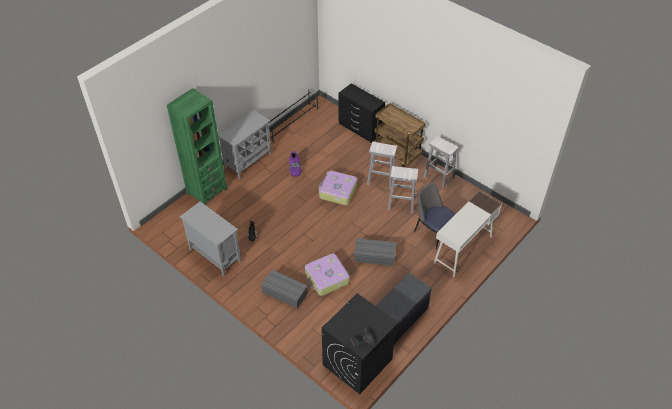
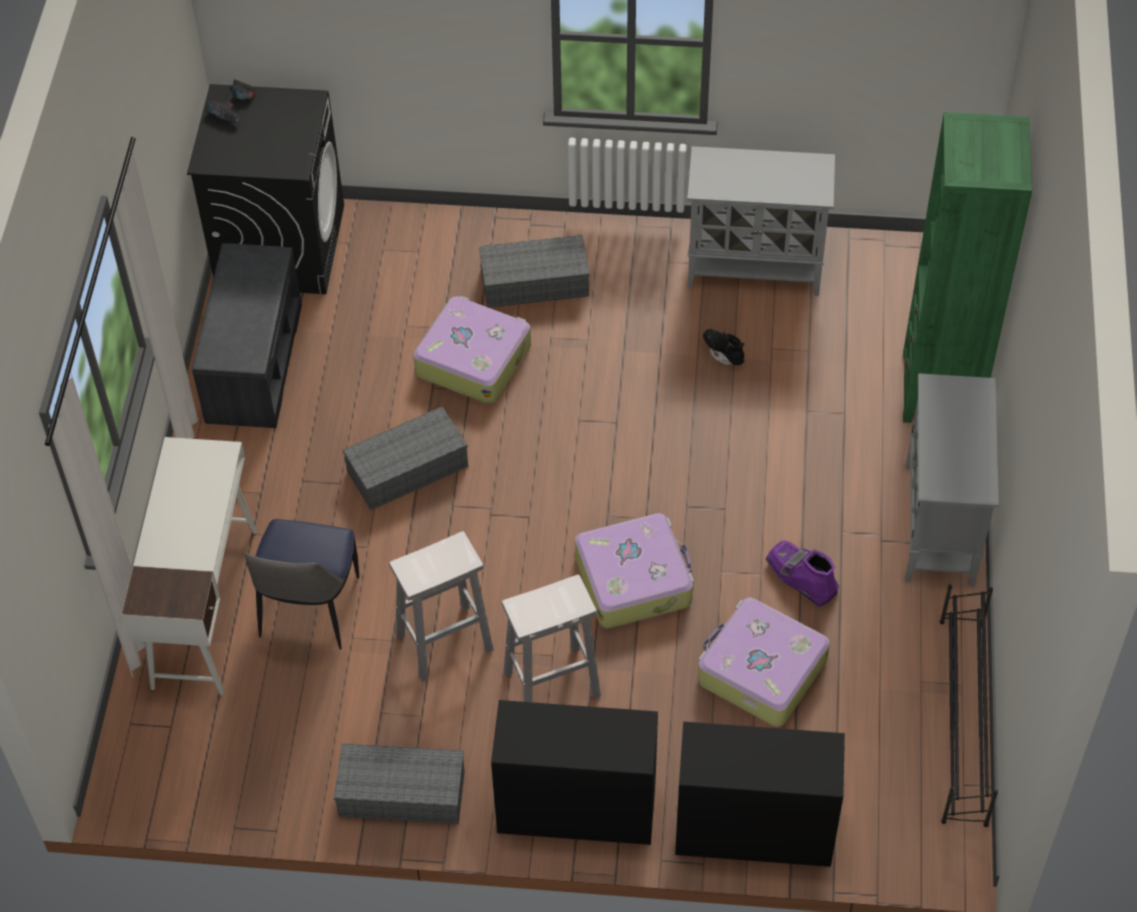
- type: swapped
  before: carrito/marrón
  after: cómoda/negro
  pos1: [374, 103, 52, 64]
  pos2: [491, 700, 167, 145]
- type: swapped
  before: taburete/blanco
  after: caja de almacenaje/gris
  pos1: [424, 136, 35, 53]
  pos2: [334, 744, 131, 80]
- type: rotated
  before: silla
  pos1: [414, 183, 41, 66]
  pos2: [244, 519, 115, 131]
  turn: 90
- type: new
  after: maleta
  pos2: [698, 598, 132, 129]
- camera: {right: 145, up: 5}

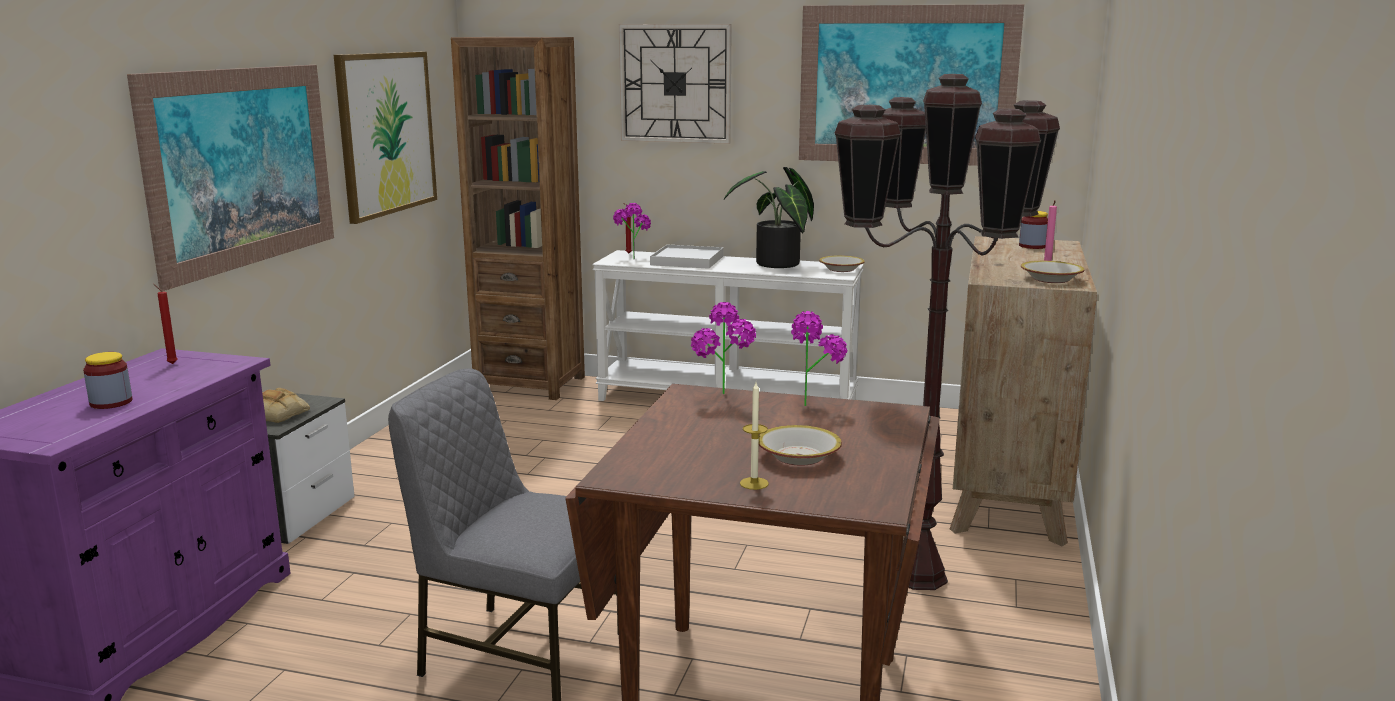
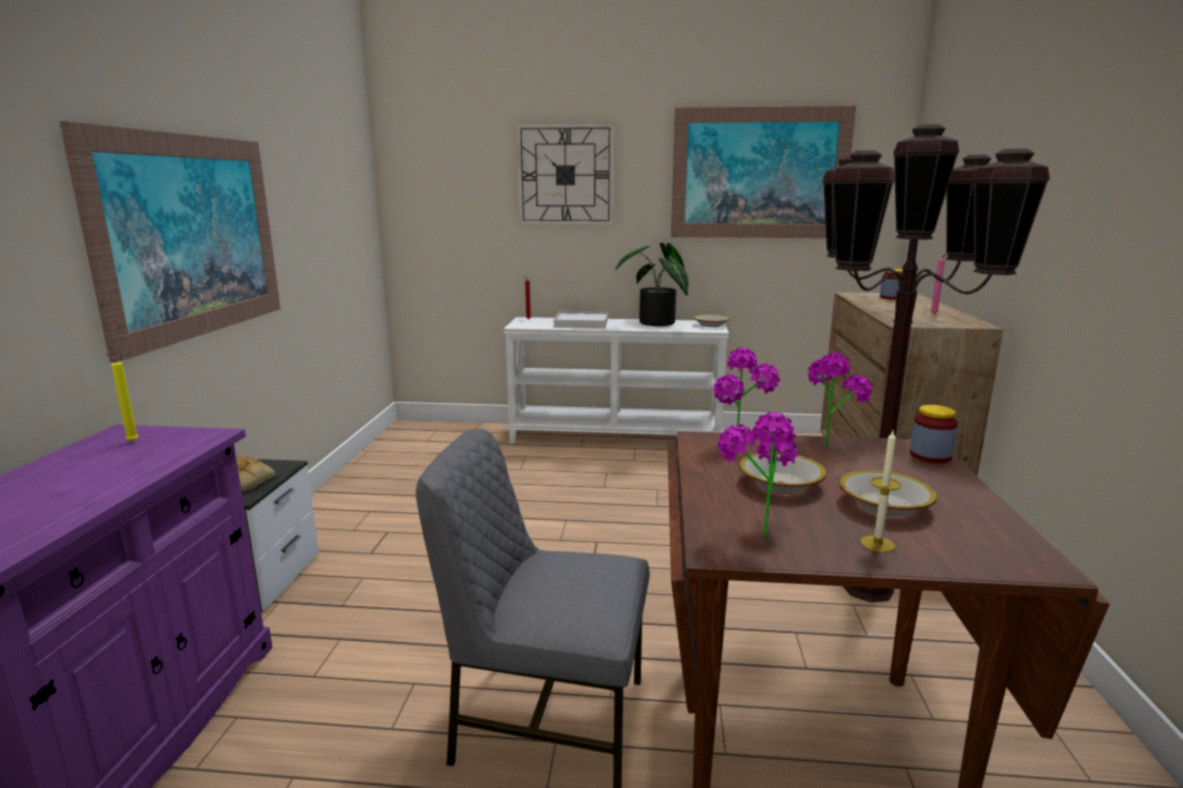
- type: gone
  before: estantería/marrón
  pos1: [451, 37, 134, 363]
- type: gone
  before: cuadro
  pos1: [334, 52, 103, 172]
- type: shifted
  before: planta en maceta
  pos1: [613, 203, 38, 57]
  pos2: [718, 412, 80, 124]
- type: shifted
  before: cuenco
  pos1: [1021, 261, 63, 22]
  pos2: [739, 452, 87, 42]
- type: repainted
  before: vela/rojo
  after: vela/amarillo
  pos1: [154, 284, 24, 80]
  pos2: [106, 354, 33, 88]
- type: shifted
  before: tarro
  pos1: [83, 352, 49, 57]
  pos2: [910, 405, 48, 58]
- camera: {right: -10, up: 0}

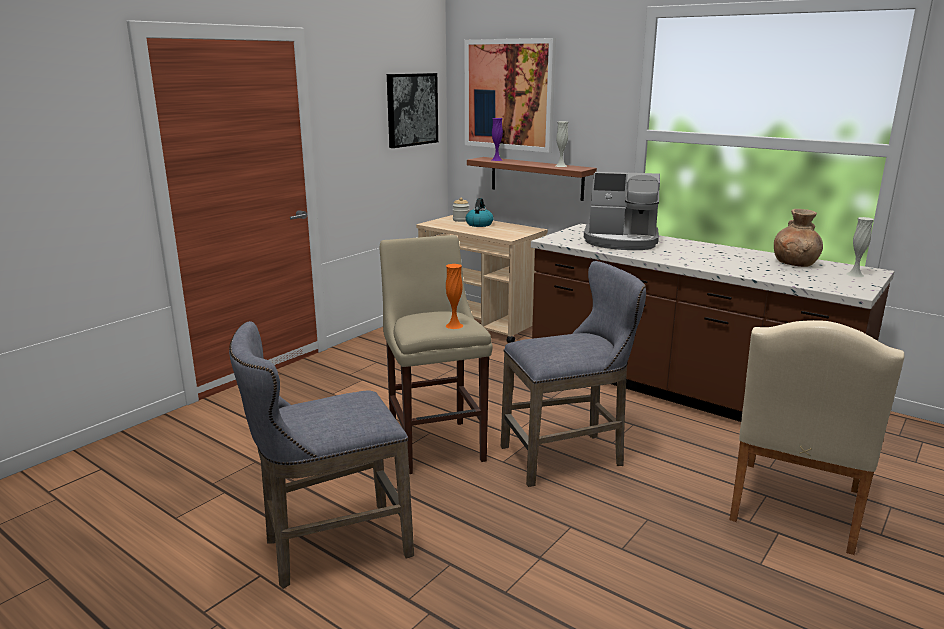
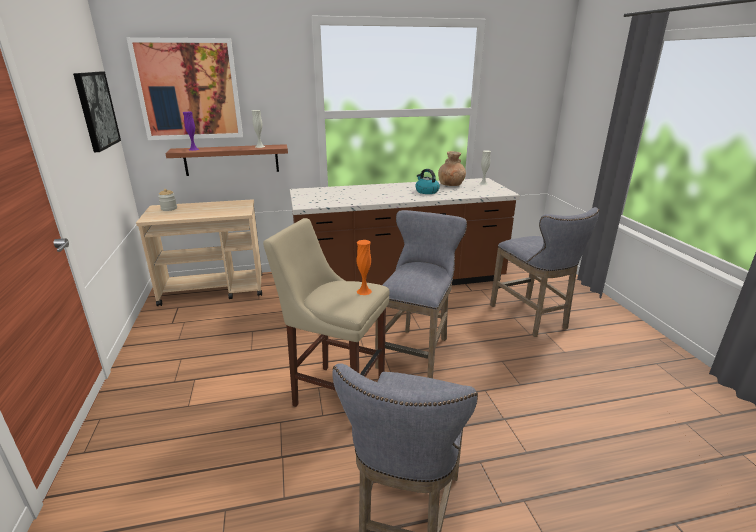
- type: gone
  before: cafetera
  pos1: [584, 172, 76, 78]
- type: shifted
  before: hervidor
  pos1: [466, 198, 27, 29]
  pos2: [415, 169, 25, 25]
- type: swapped
  before: silla/beis
  after: taburete/gris
  pos1: [730, 320, 175, 235]
  pos2: [490, 207, 109, 130]
- camera: {right: -50, up: 5}

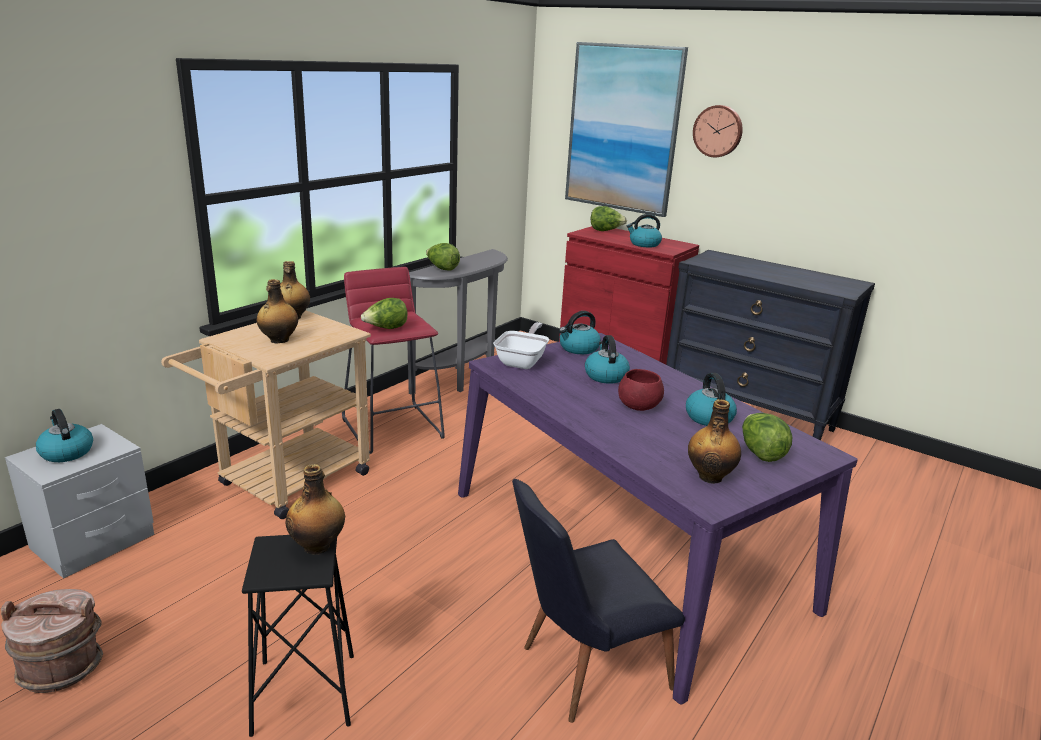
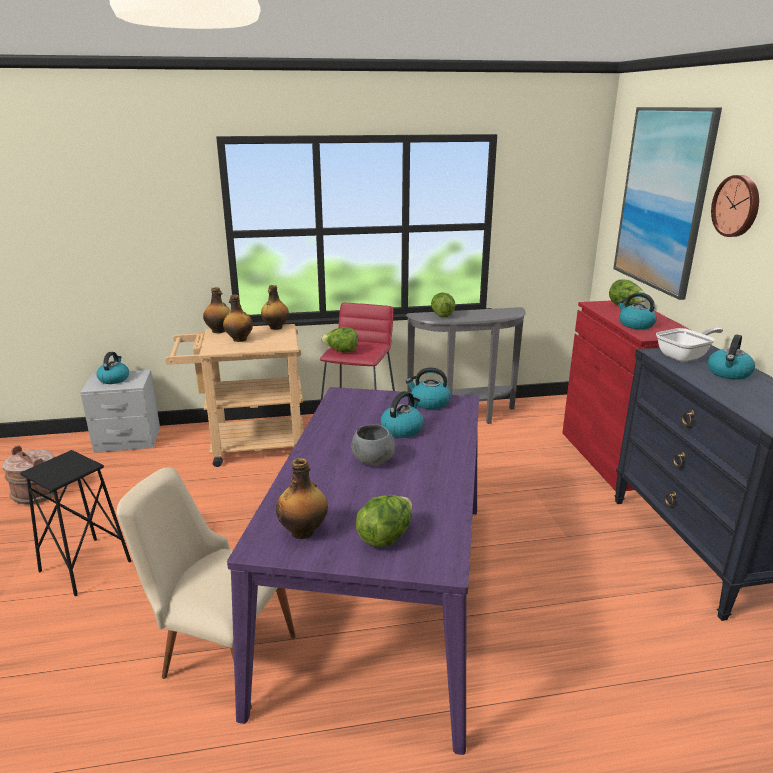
- type: shifted
  before: sartén
  pos1: [493, 322, 56, 47]
  pos2: [656, 327, 67, 35]
- type: repainted
  before: cuenco/rojo
  after: cuenco/gris
  pos1: [618, 369, 46, 42]
  pos2: [351, 424, 44, 41]
- type: shifted
  before: hervidor
  pos1: [686, 373, 51, 53]
  pos2: [708, 334, 47, 46]
- type: shifted
  before: botella
  pos1: [285, 464, 60, 91]
  pos2: [203, 287, 27, 46]
- type: repainted
  before: silla/negro
  after: silla/beis
  pos1: [512, 479, 173, 244]
  pos2: [116, 467, 180, 243]
- camera: {right: 45, up: 0}

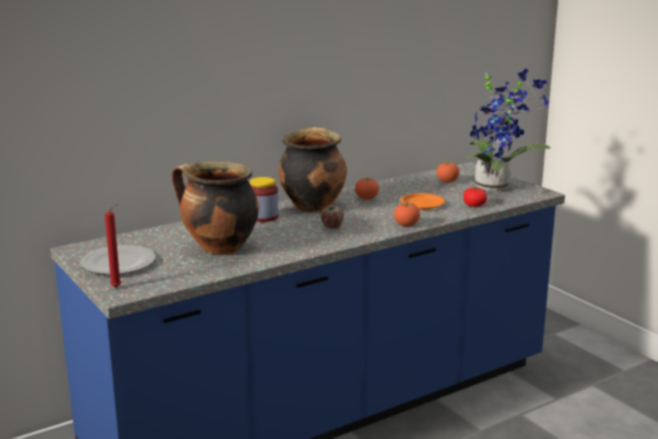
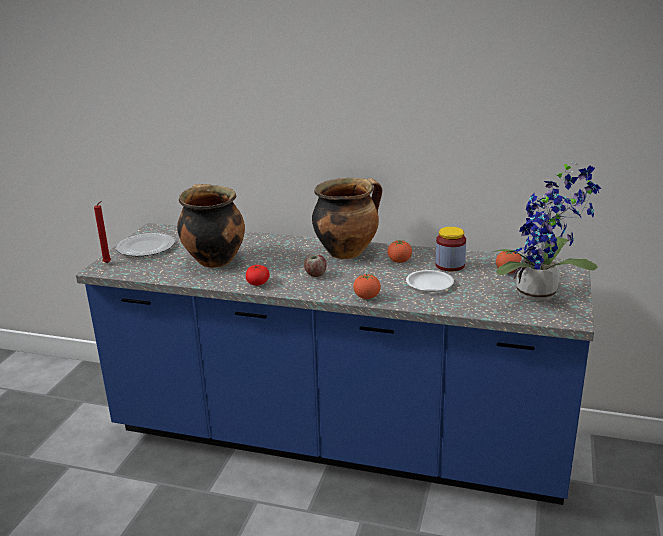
- type: shifted
  before: tarro
  pos1: [250, 177, 28, 45]
  pos2: [436, 227, 30, 44]
- type: shifted
  before: tomate
  pos1: [463, 187, 24, 20]
  pos2: [246, 265, 24, 21]
- type: repainted
  before: plato/naranja
  after: plato/blanco
  pos1: [400, 193, 45, 16]
  pos2: [406, 270, 48, 22]
- camera: {right: 50, up: 5}

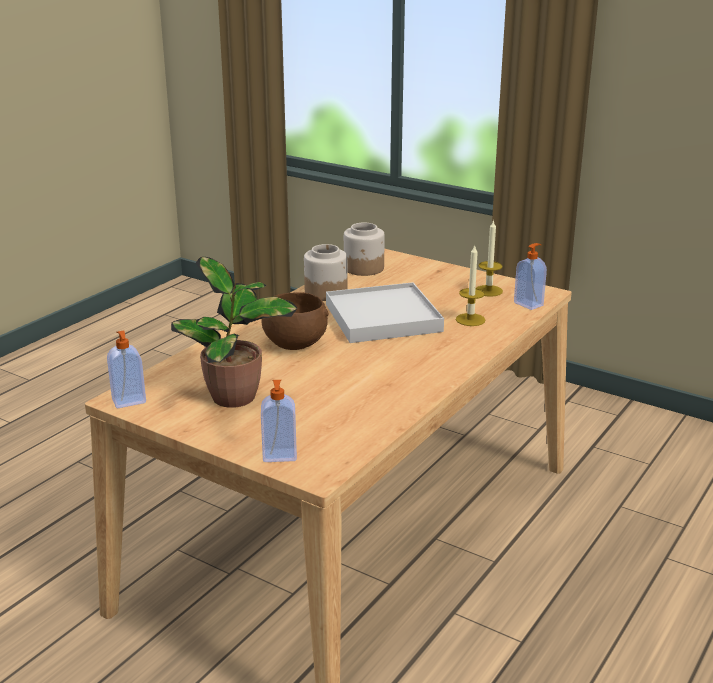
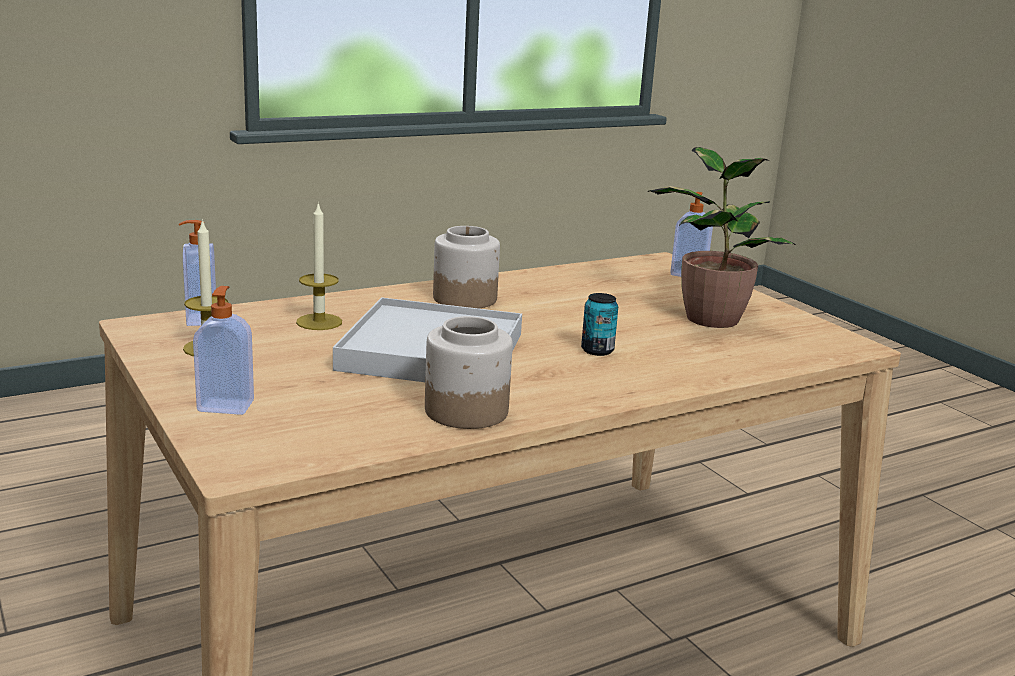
- type: shifted
  before: tarro
  pos1: [344, 223, 41, 53]
  pos2: [433, 226, 67, 83]
- type: swapped
  before: cuenco/marrón
  after: lata
  pos1: [261, 293, 68, 57]
  pos2: [581, 293, 37, 63]
- type: shifted
  before: dispensador de jabón
  pos1: [107, 331, 39, 77]
  pos2: [193, 286, 61, 129]
- camera: {right: -155, up: -5}

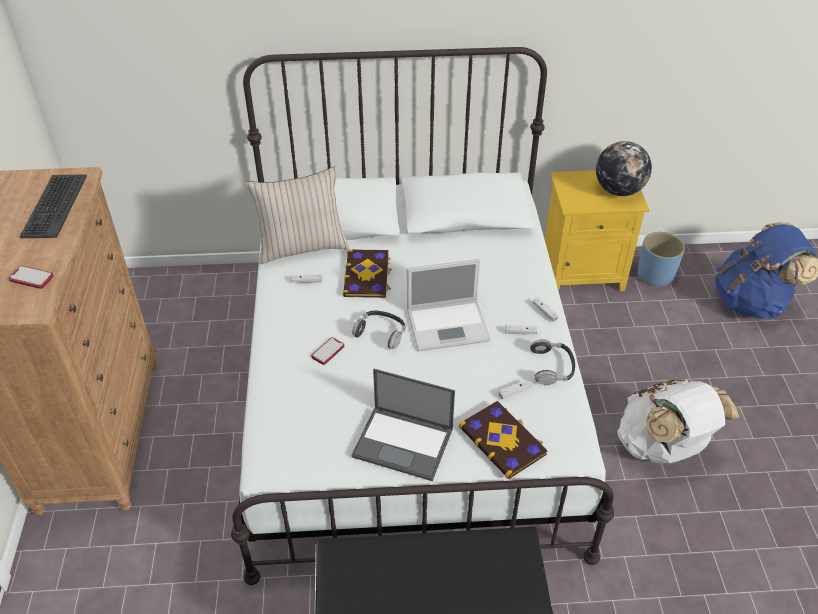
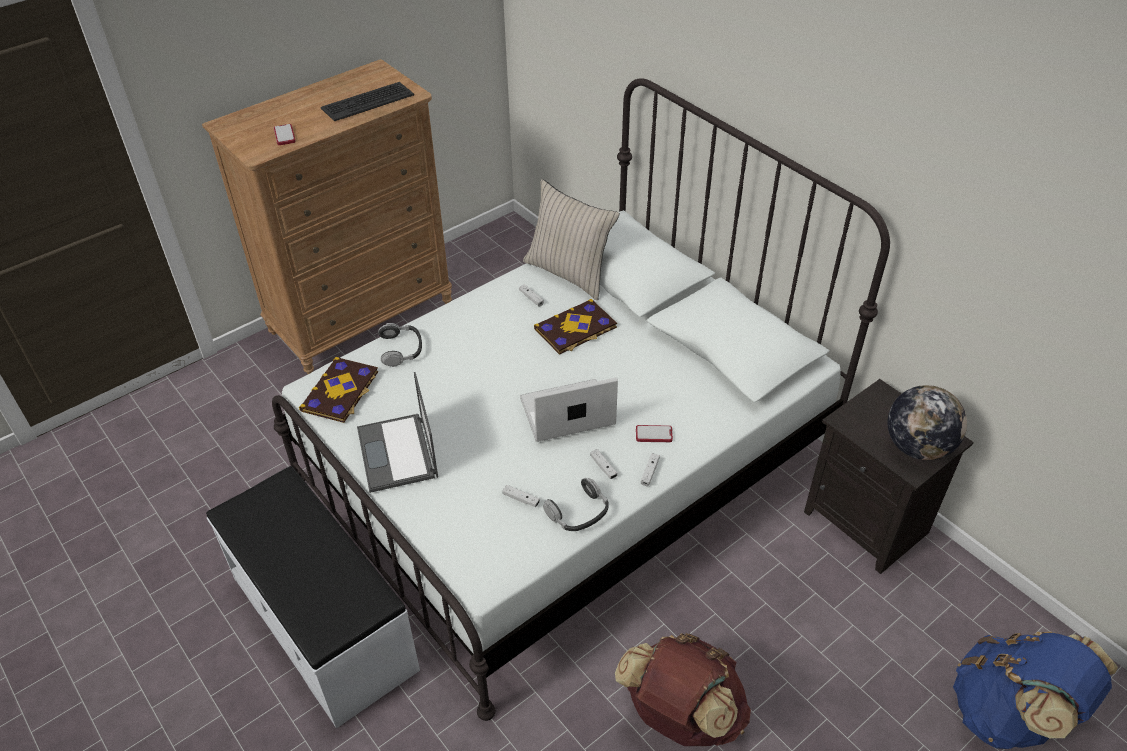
- type: repainted
  before: mesita de noche/amarillo
  after: mesita de noche/negro
  pos1: [544, 170, 105, 121]
  pos2: [804, 379, 170, 195]
- type: gone
  before: maceta/azul
  pos1: [638, 232, 47, 55]
- type: rotated
  before: portátil
  pos1: [407, 259, 83, 92]
  pos2: [520, 377, 98, 65]
  turn: 120
- type: shifted
  before: auriculares
  pos1: [352, 310, 53, 39]
  pos2: [378, 323, 44, 44]
- type: shifted
  before: móvil
  pos1: [311, 337, 33, 28]
  pos2: [636, 425, 37, 17]
- type: repainted
  before: mochila/blanco
  after: mochila/marrón
  pos1: [617, 378, 122, 85]
  pos2: [615, 633, 136, 113]
- type: shifted
  before: libro
  pos1: [459, 401, 88, 78]
  pos2: [299, 357, 79, 66]
- camera: {right: 55, up: 0}

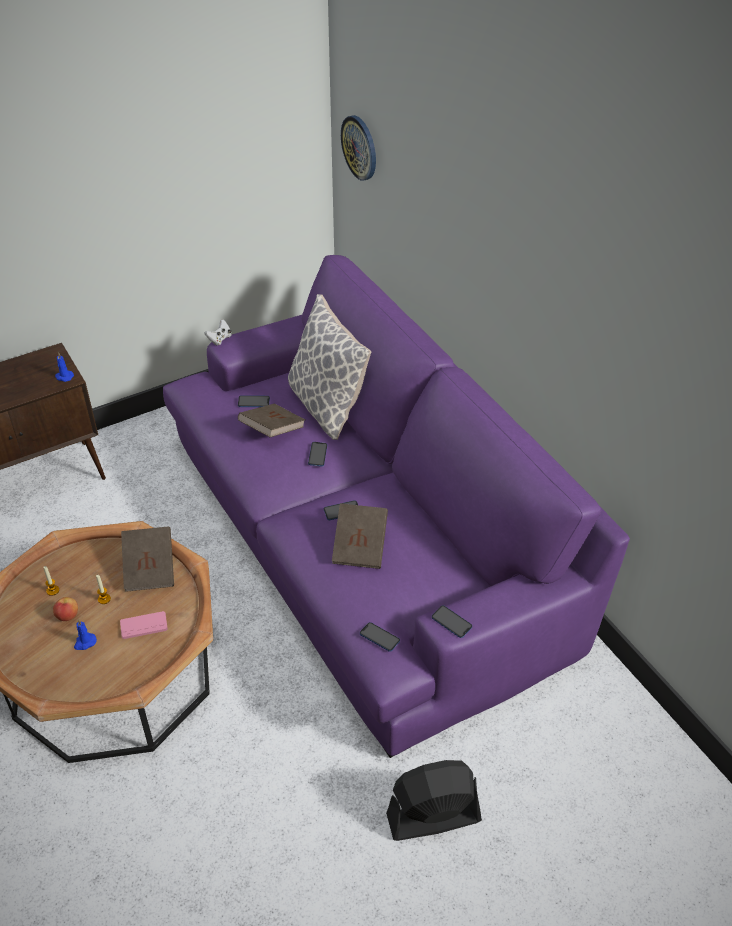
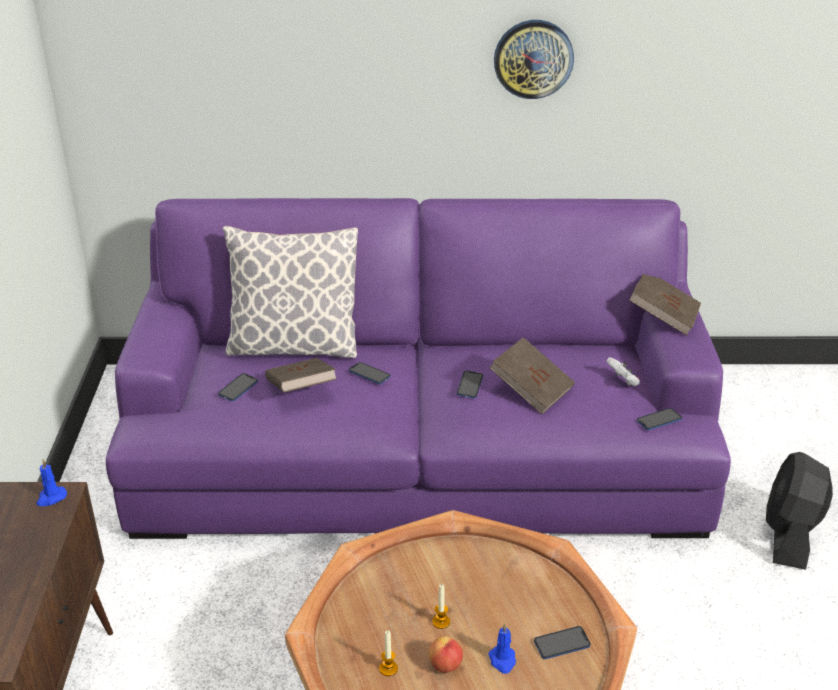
- type: shifted
  before: reloj de pared
  pos1: [341, 115, 35, 66]
  pos2: [494, 20, 80, 79]
- type: shifted
  before: mando de consola/blanco
  pos1: [205, 319, 27, 26]
  pos2: [606, 357, 34, 29]
- type: shifted
  before: libro/marrón
  pos1: [121, 527, 53, 65]
  pos2: [629, 274, 72, 61]
- type: shifted
  before: móvil
  pos1: [432, 605, 40, 33]
  pos2: [534, 626, 57, 33]
- type: gone
  before: mando de consola/rosa
  pos1: [120, 611, 48, 28]
- camera: {right: -60, up: -10}

